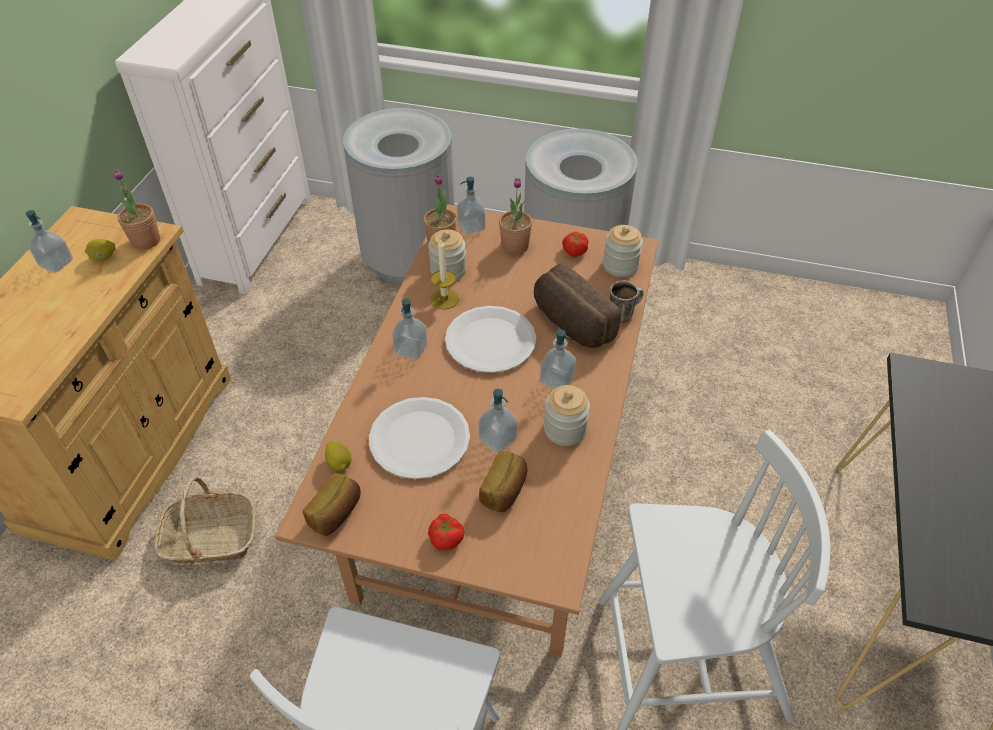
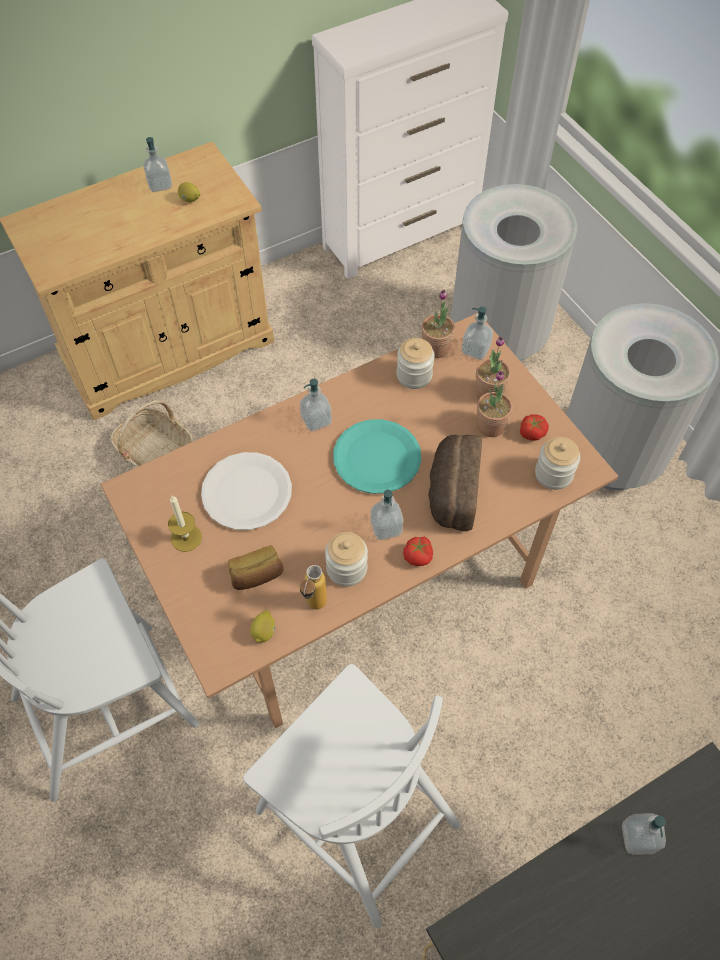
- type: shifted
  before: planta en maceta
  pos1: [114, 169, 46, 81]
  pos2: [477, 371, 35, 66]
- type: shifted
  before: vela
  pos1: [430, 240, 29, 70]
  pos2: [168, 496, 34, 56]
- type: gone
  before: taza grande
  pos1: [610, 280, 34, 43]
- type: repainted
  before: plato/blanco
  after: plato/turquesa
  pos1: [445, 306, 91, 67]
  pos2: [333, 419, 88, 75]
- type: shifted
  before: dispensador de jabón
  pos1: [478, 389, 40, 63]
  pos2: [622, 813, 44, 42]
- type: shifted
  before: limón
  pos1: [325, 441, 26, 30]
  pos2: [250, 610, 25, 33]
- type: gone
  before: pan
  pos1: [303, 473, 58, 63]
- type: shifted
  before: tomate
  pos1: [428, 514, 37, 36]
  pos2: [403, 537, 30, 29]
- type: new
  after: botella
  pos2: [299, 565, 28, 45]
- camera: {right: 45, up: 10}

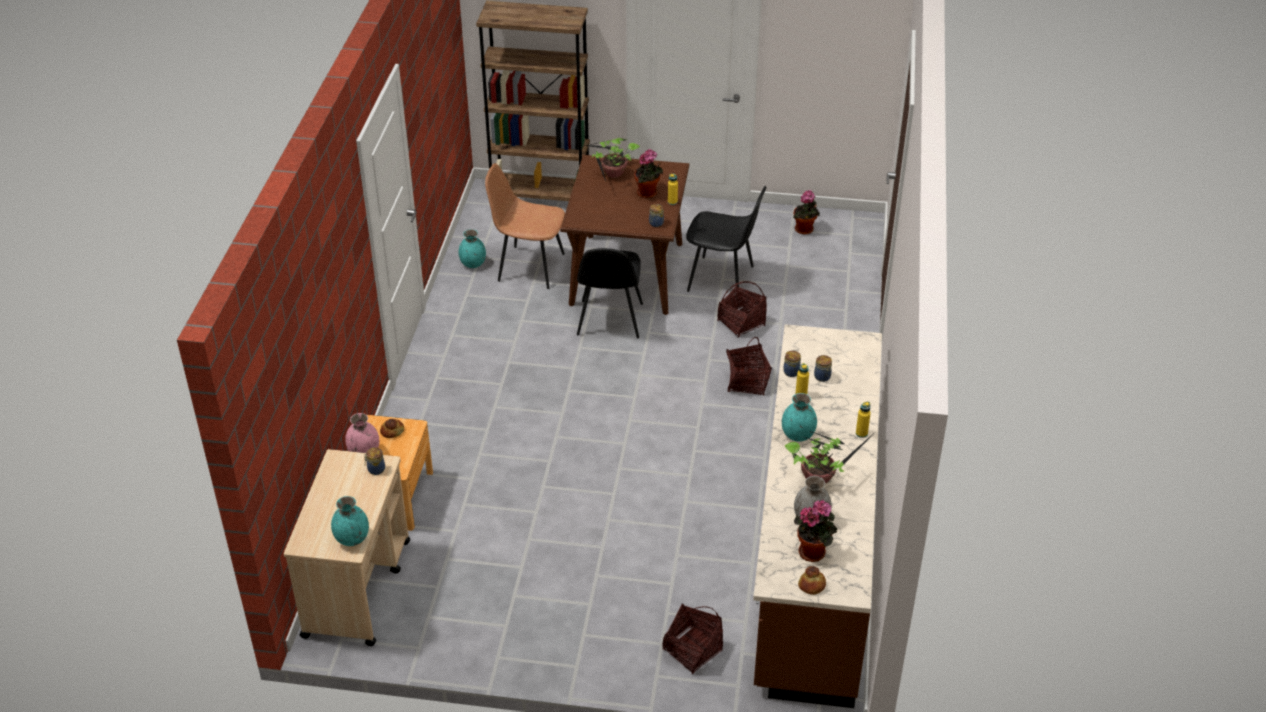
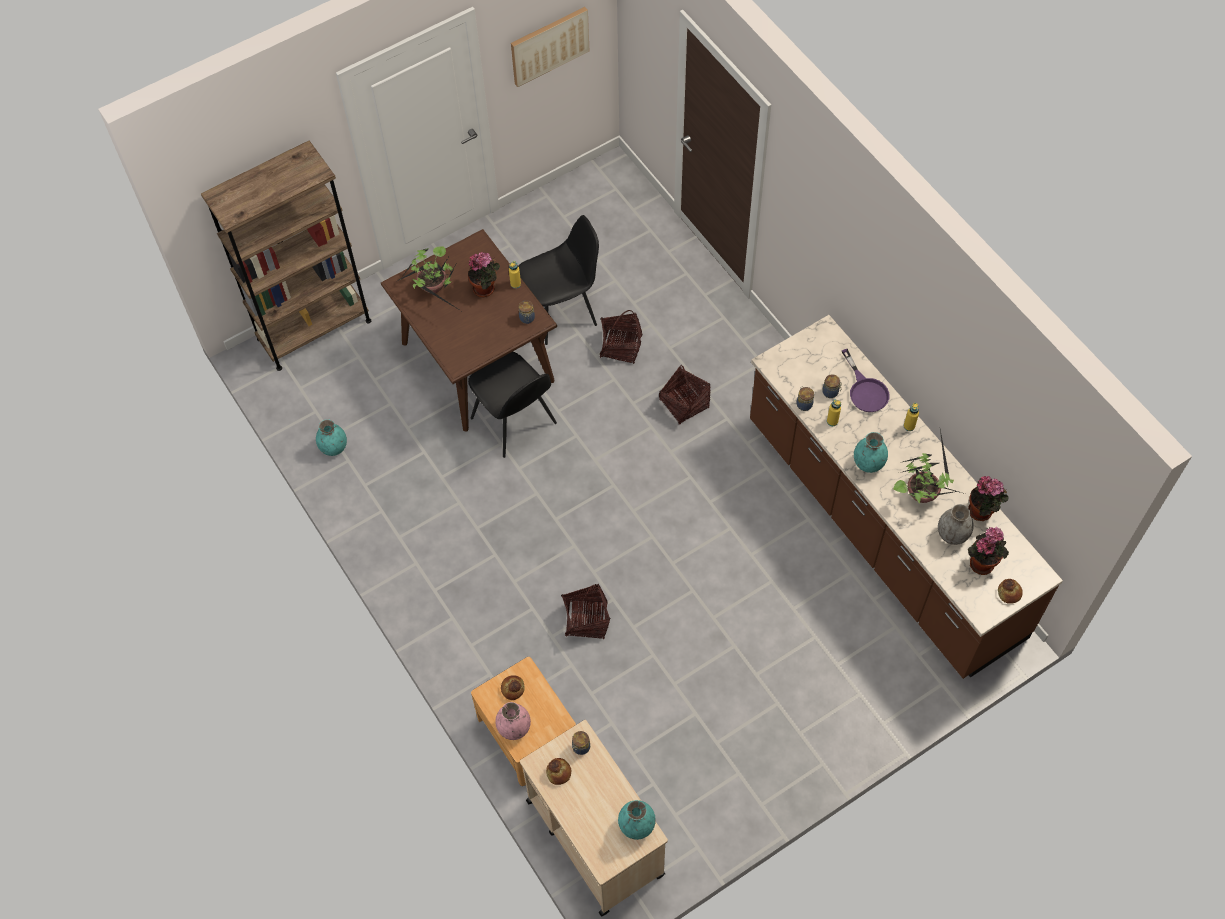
- type: gone
  before: silla/marrón
  pos1: [485, 163, 80, 126]
- type: shifted
  before: planta en maceta
  pos1: [793, 190, 27, 45]
  pos2: [968, 476, 40, 45]
- type: shifted
  before: cesta
  pos1: [662, 603, 61, 71]
  pos2: [561, 584, 49, 56]
- type: new
  after: cuadro
  pos2: [511, 7, 78, 80]
- type: new
  after: sartén/morado
  pos2: [842, 349, 48, 63]
- type: new
  after: pan
  pos2: [546, 758, 25, 27]
- camera: {right: -40, up: 20}

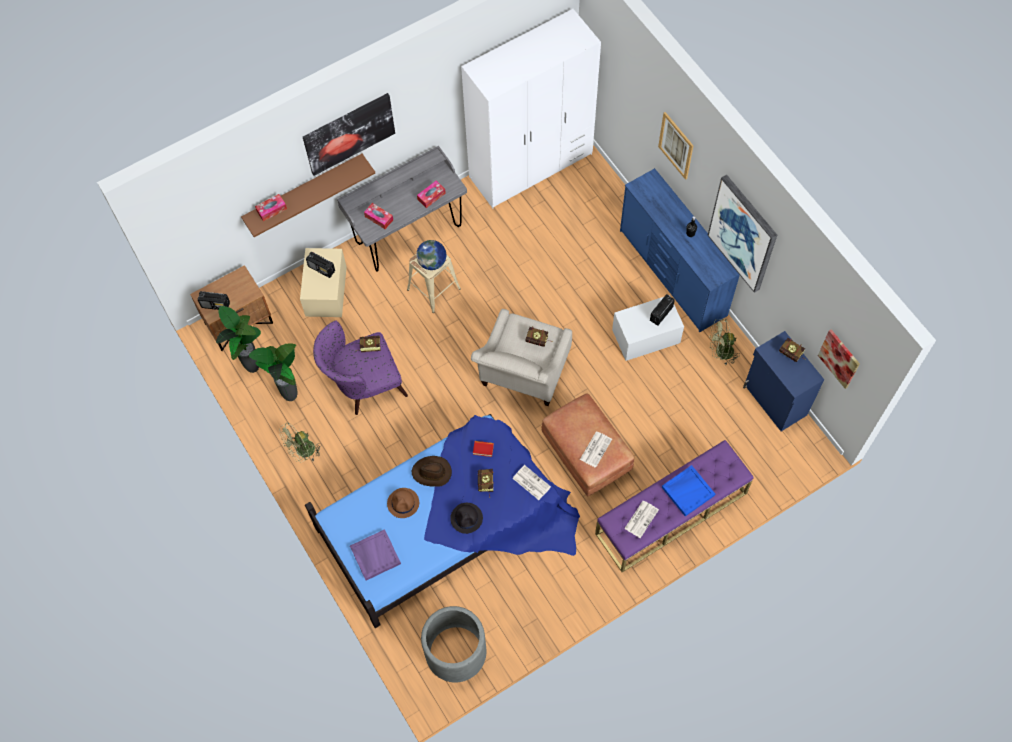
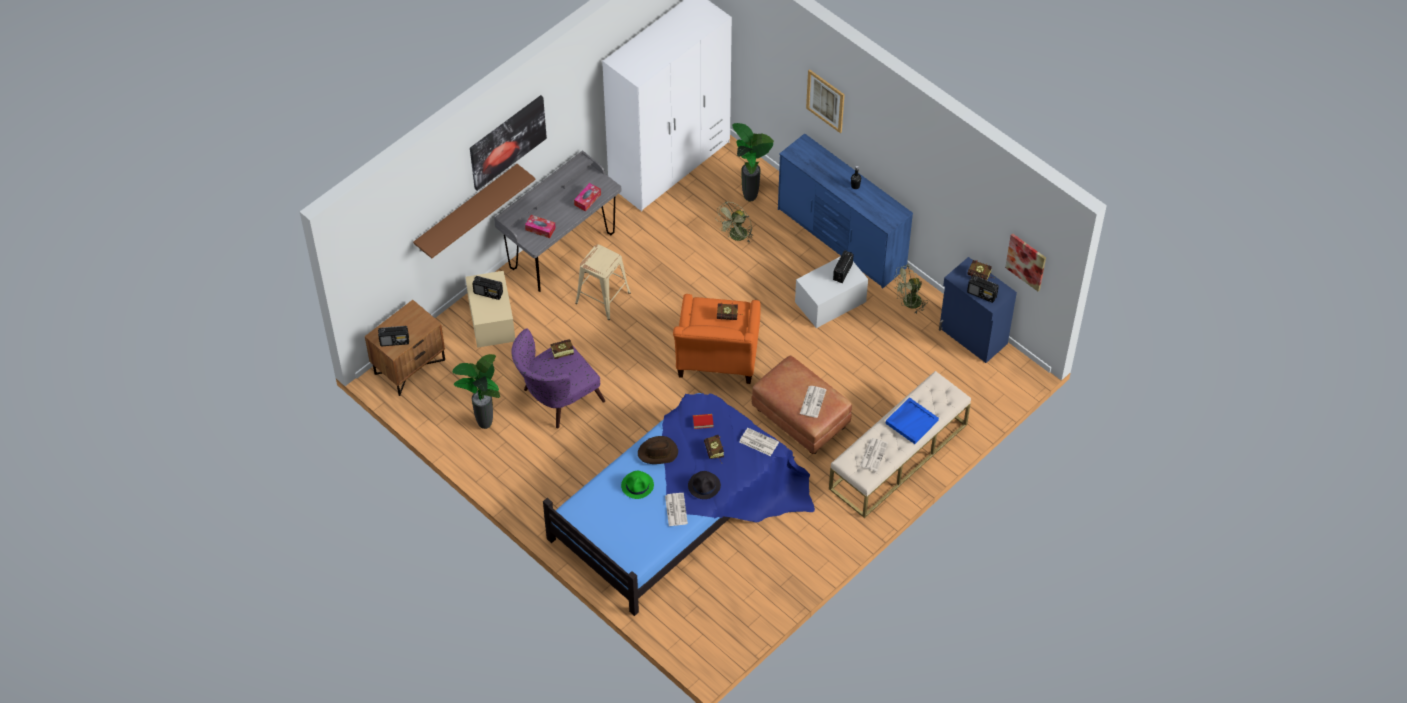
- type: gone
  before: cuadro
  pos1: [708, 175, 69, 118]
- type: gone
  before: caja de pañuelos
  pos1: [255, 194, 32, 27]
- type: gone
  before: globo terráqueo
  pos1: [416, 240, 30, 30]
- type: shifted
  before: planta en maceta
  pos1: [216, 306, 45, 67]
  pos2: [732, 123, 42, 78]
- type: repainted
  before: sillón/beis
  after: sillón/naranja
  pos1: [471, 309, 101, 97]
  pos2: [673, 294, 88, 90]
- type: shifted
  before: ventilador/verde
  pos1: [279, 422, 42, 40]
  pos2: [715, 202, 38, 41]
- type: repainted
  before: banco/morado
  after: banco/beis
  pos1: [595, 440, 159, 132]
  pos2: [829, 371, 142, 147]
- type: repainted
  before: sombrero/marrón
  after: sombrero/verde
  pos1: [387, 488, 32, 30]
  pos2: [621, 471, 33, 28]
- type: gone
  before: bandeja/morado
  pos1: [350, 529, 51, 51]
- type: gone
  before: maceta/gris
  pos1: [421, 606, 65, 76]
- type: new
  after: radio
  pos2: [967, 275, 32, 28]
- type: new
  after: periódico
  pos2: [665, 493, 23, 33]
- camera: {right: -15, up: -10}

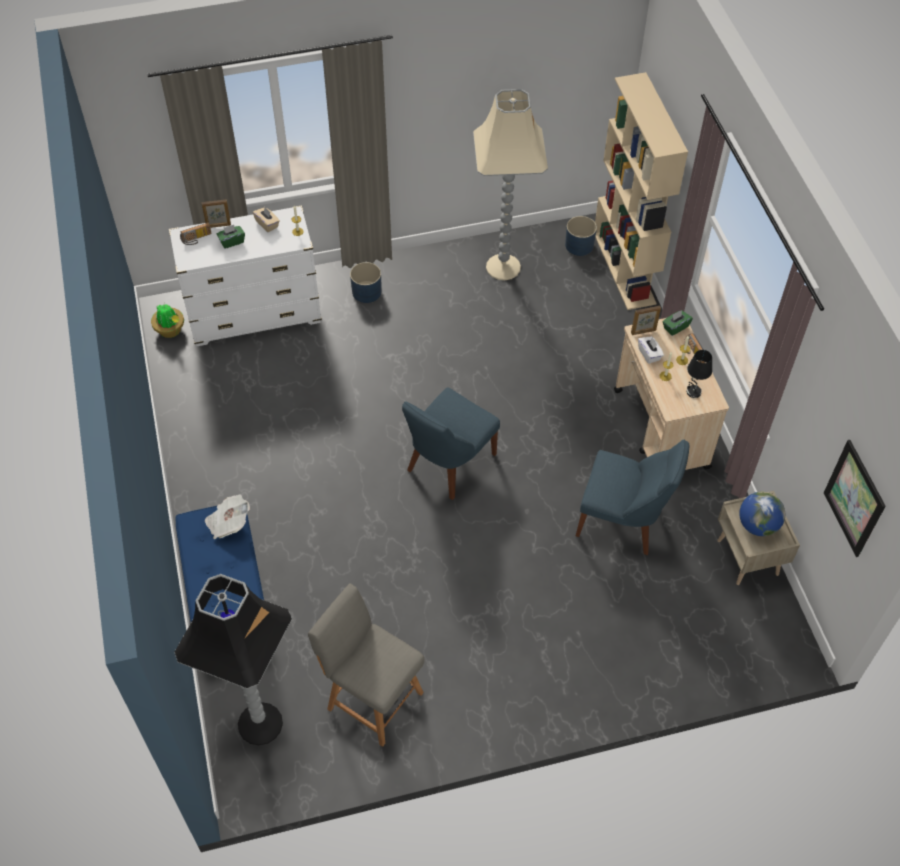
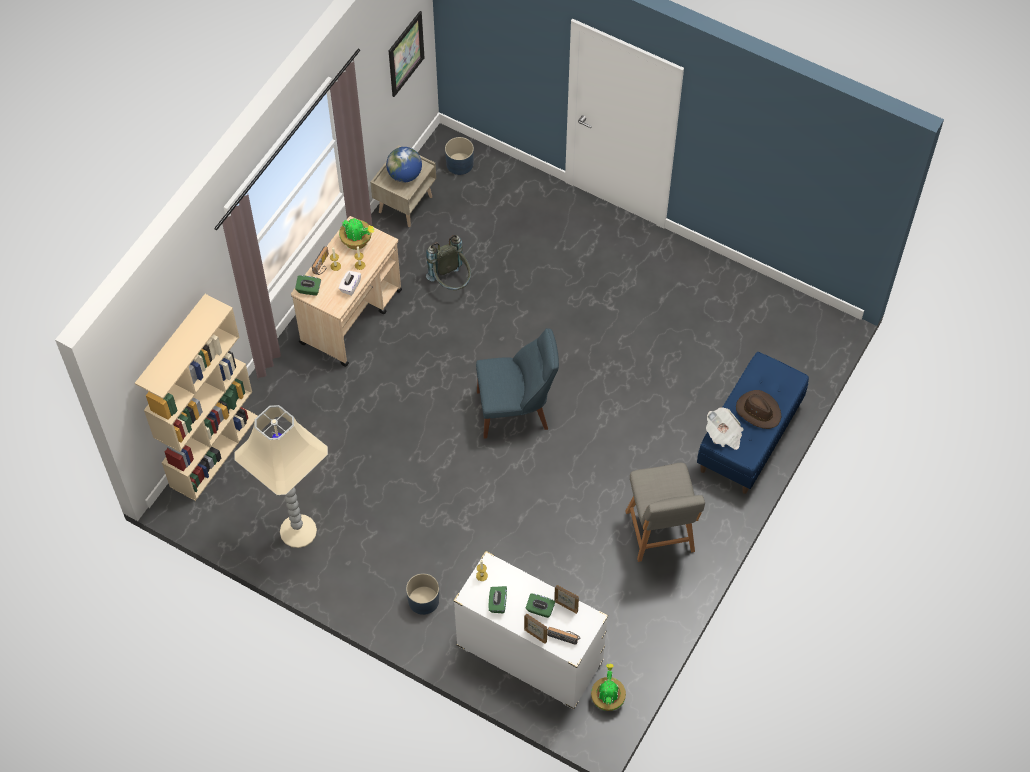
- type: repainted
  before: caja de pañuelos/beis
  after: caja de pañuelos/verde
  pos1: [253, 207, 27, 25]
  pos2: [489, 586, 18, 27]
- type: shifted
  before: maceta/azul
  pos1: [565, 216, 32, 40]
  pos2: [445, 137, 29, 38]
- type: shifted
  before: portarretratos
  pos1: [631, 306, 30, 29]
  pos2: [554, 585, 25, 29]
- type: swapped
  before: lámpara de mesa/negro
  after: planta en maceta
  pos1: [687, 350, 25, 48]
  pos2: [339, 218, 36, 32]
- type: swapped
  before: silla/azul
  after: mochila/gris
  pos1: [576, 440, 113, 115]
  pos2: [426, 235, 45, 55]
- type: gone
  before: lámpara de pie/negro
  pos1: [174, 574, 118, 171]
- type: shifted
  before: silla/gris
  pos1: [308, 583, 116, 164]
  pos2: [626, 463, 79, 99]
- type: new
  after: sombrero/marrón
  pos2: [736, 390, 45, 39]
- camera: {right: -135, up: 5}

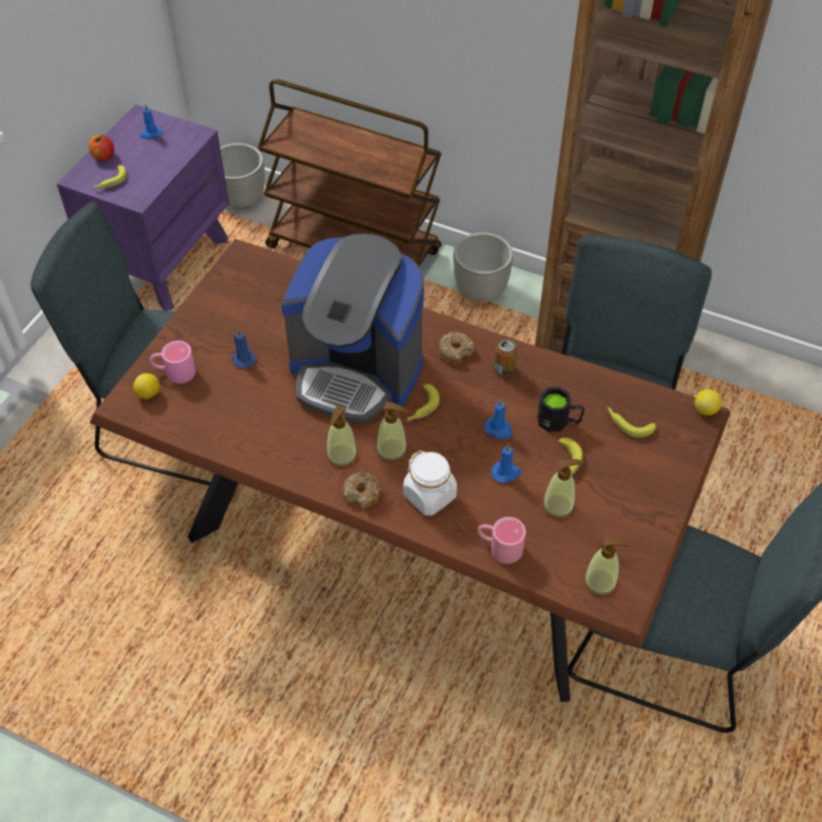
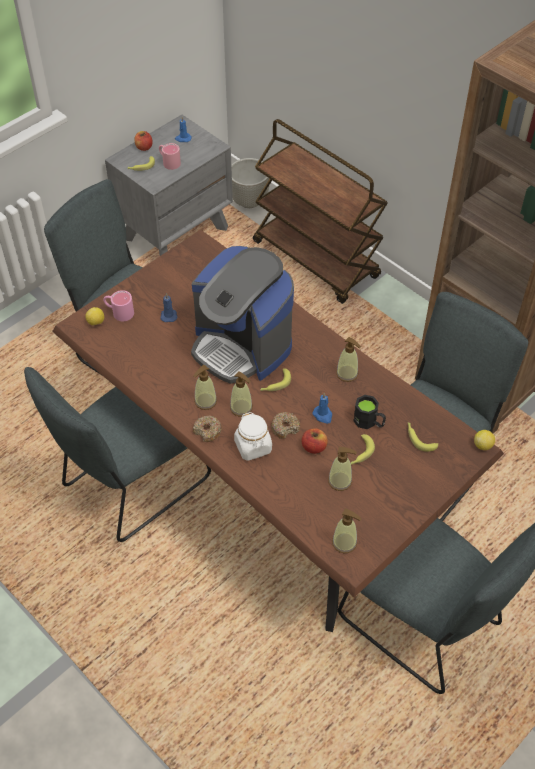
- type: repainted
  before: mesita de noche/morado
  after: mesita de noche/gris
  pos1: [57, 105, 172, 206]
  pos2: [105, 115, 128, 141]
- type: gone
  before: maceta/gris
  pos1: [453, 232, 60, 69]
- type: shifted
  before: rosquilla
  pos1: [437, 332, 37, 33]
  pos2: [271, 412, 29, 27]
- type: swapped
  before: lata
  after: dispensador de jabón
  pos1: [494, 338, 23, 38]
  pos2: [336, 337, 25, 45]
- type: swapped
  before: vela/azul
  after: manzana
  pos1: [491, 444, 31, 39]
  pos2: [301, 428, 27, 26]
- type: shifted
  before: taza grande/rosa
  pos1: [477, 517, 49, 47]
  pos2: [159, 143, 22, 27]
- type: new
  after: silla/gris
  pos2: [24, 367, 187, 175]
- camera: {right: 20, up: 0}

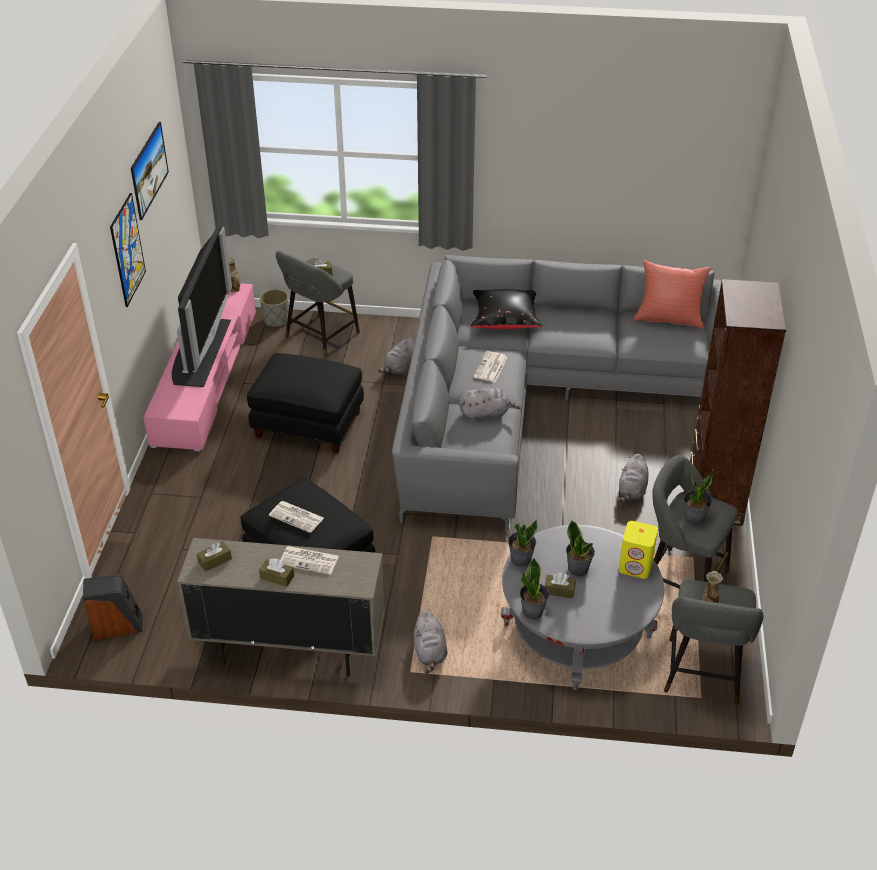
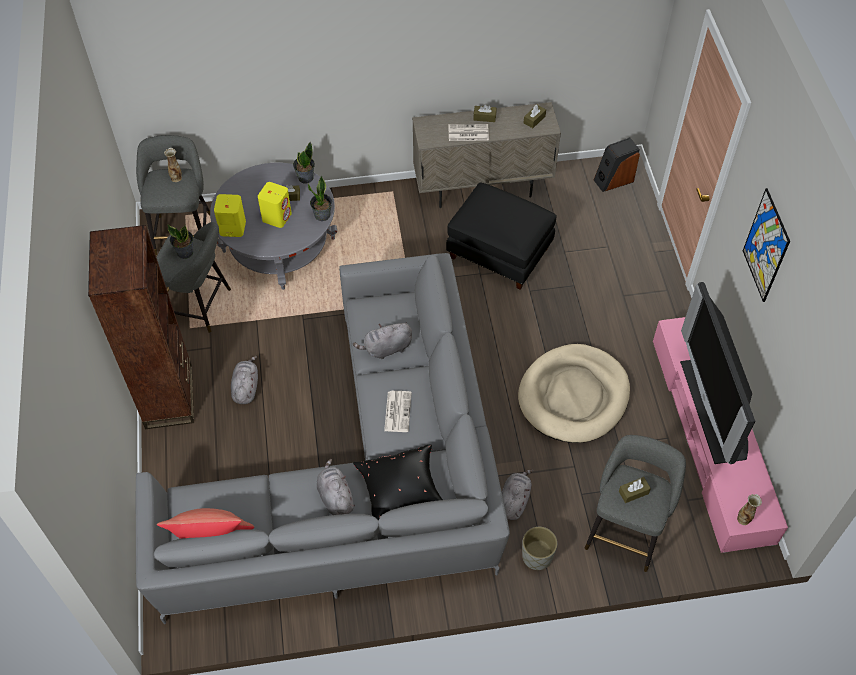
- type: gone
  before: cuadro
  pos1: [131, 122, 38, 98]
- type: shifted
  before: maceta/gris
  pos1: [260, 289, 29, 38]
  pos2: [522, 527, 35, 43]
- type: swapped
  before: puf/negro
  after: cama para perro/beis
  pos1: [247, 353, 117, 101]
  pos2: [518, 344, 112, 99]
- type: gone
  before: periódico
  pos1: [269, 501, 55, 32]
- type: swapped
  before: planta en maceta
  after: altavoz/amarillo
  pos1: [566, 521, 29, 55]
  pos2: [258, 182, 34, 46]
- type: shifted
  before: peluche/gris
  pos1: [414, 610, 33, 64]
  pos2: [317, 459, 38, 56]
- camera: {right: 165, up: 15}

